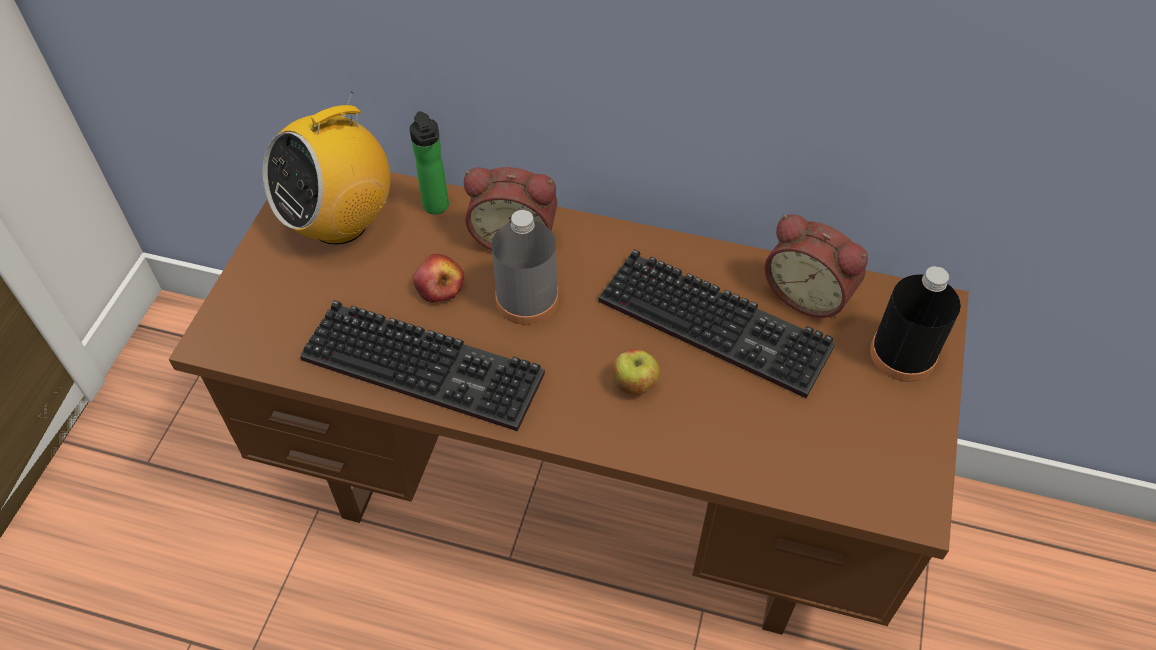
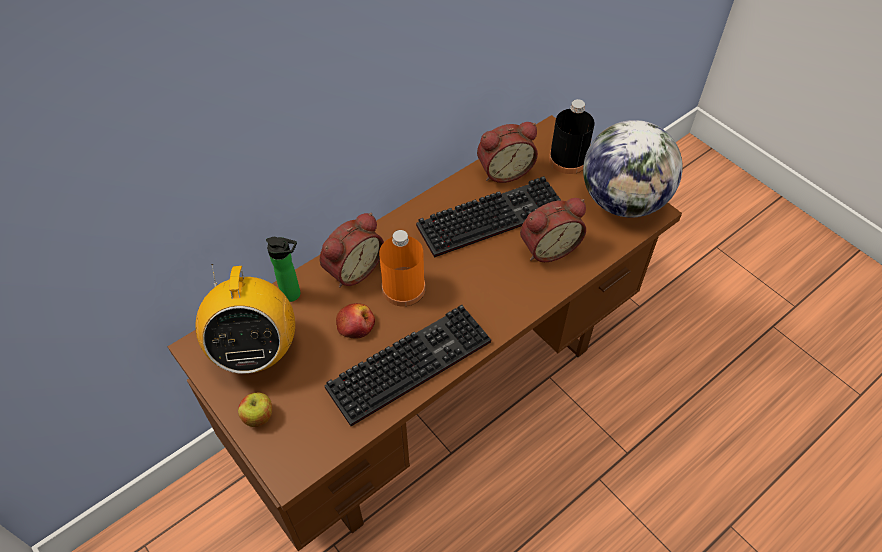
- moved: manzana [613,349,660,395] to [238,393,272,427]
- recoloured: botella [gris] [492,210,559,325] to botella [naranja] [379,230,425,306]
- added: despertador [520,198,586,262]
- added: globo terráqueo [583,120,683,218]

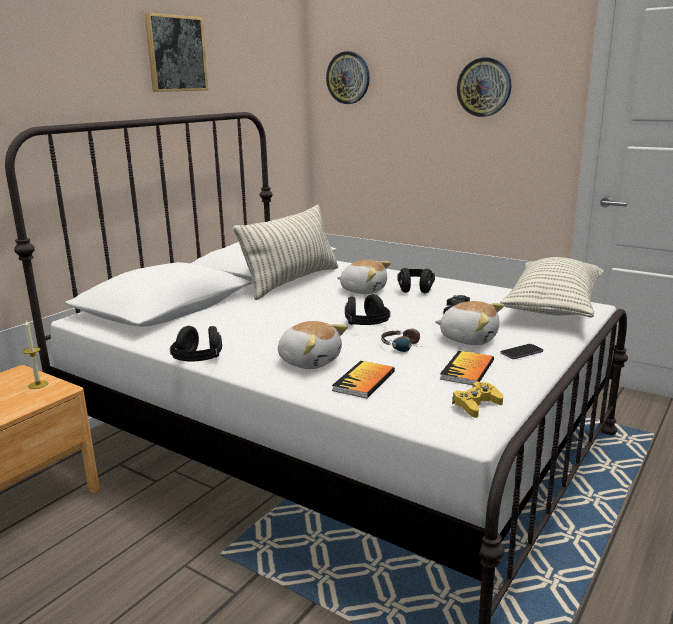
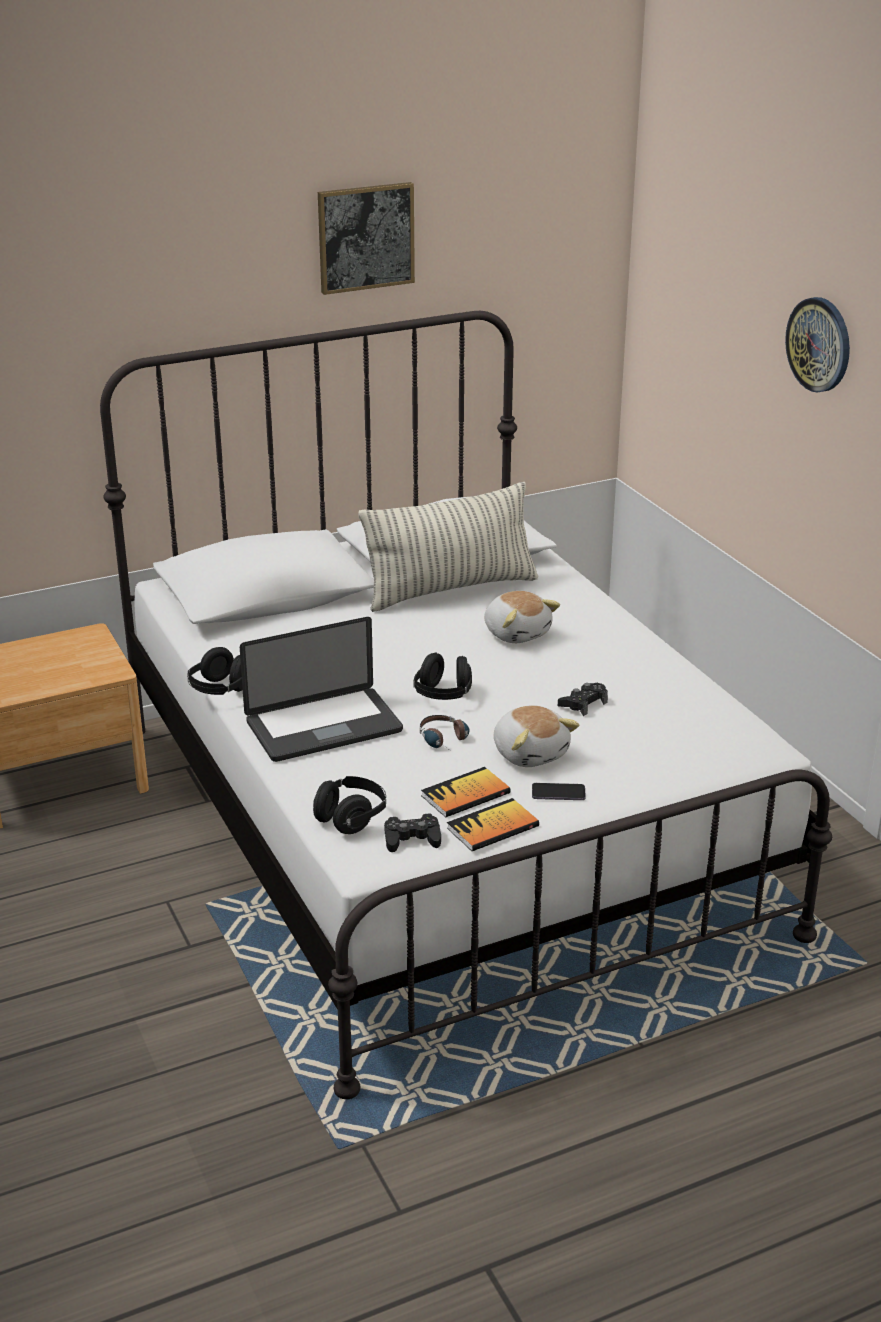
- replaced: peluche [278,321,348,369] to portátil [240,617,403,762]
- moved: auriculares [negro] [397,268,435,293] to [313,776,386,834]
- recoloured: mando de consola [amarillo] [452,382,503,418] to mando de consola [negro] [384,813,441,852]
- moved: libro [332,361,395,398] to [447,798,539,851]
- removed: vela [23,320,48,389]
- removed: reloj de pared [326,51,370,104]
- removed: cojín [500,257,604,318]

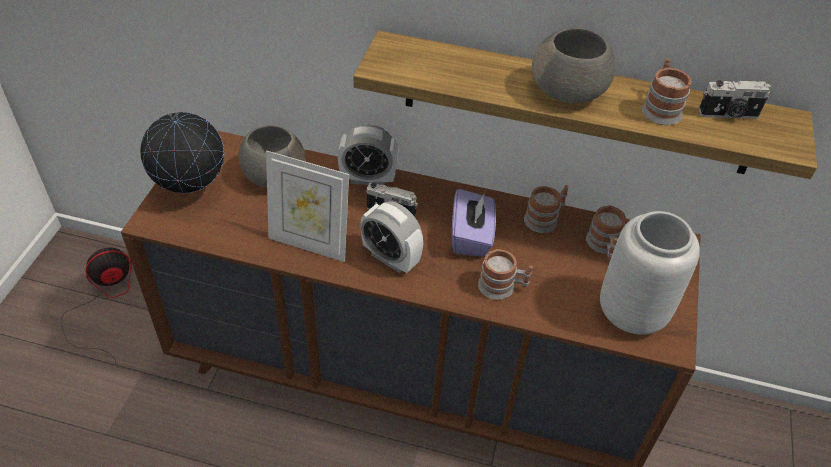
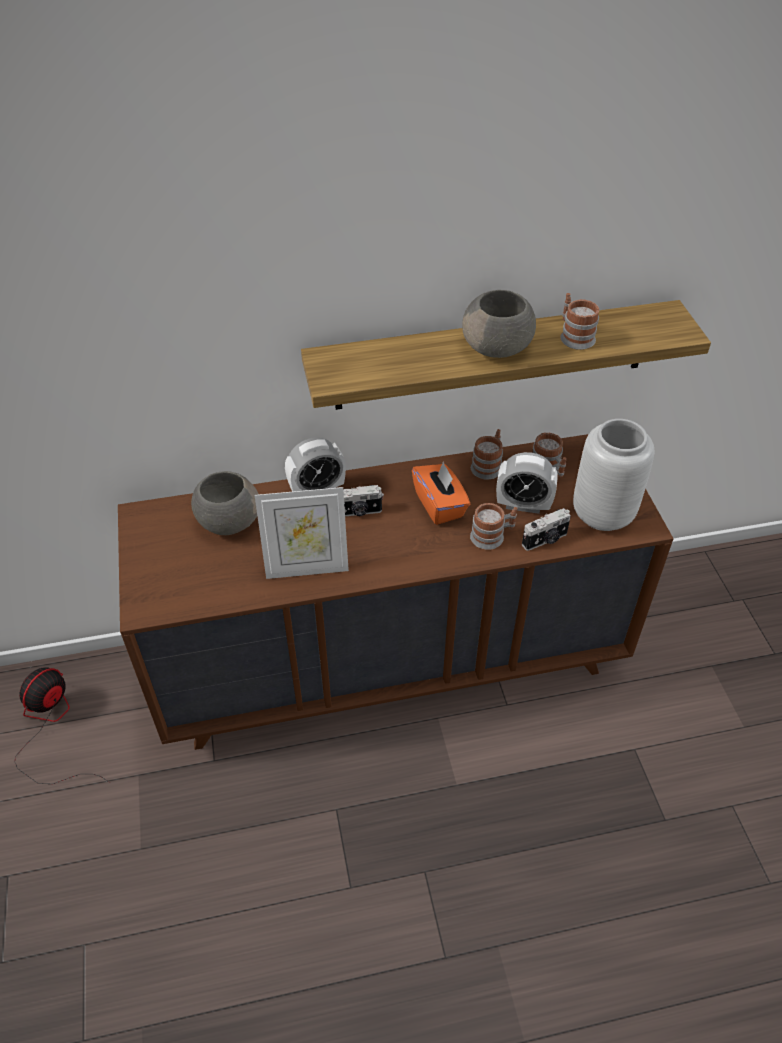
- recoloured: caja de pañuelos [morado] [452,189,496,257] to caja de pañuelos [naranja] [412,461,470,525]
- moved: despertador [360,201,423,273] to [496,452,557,514]
- moved: cámara [699,80,771,119] to [522,508,571,551]
- removed: globo terráqueo [140,112,224,194]

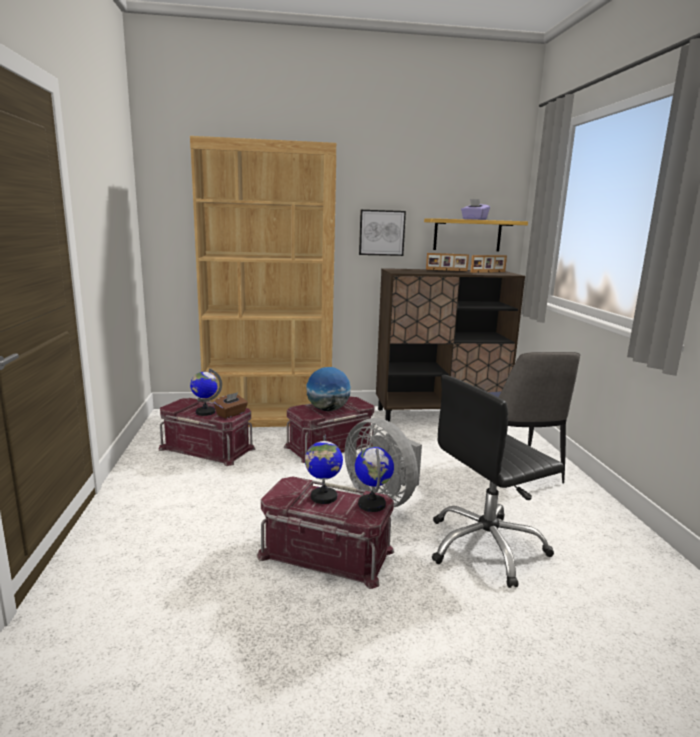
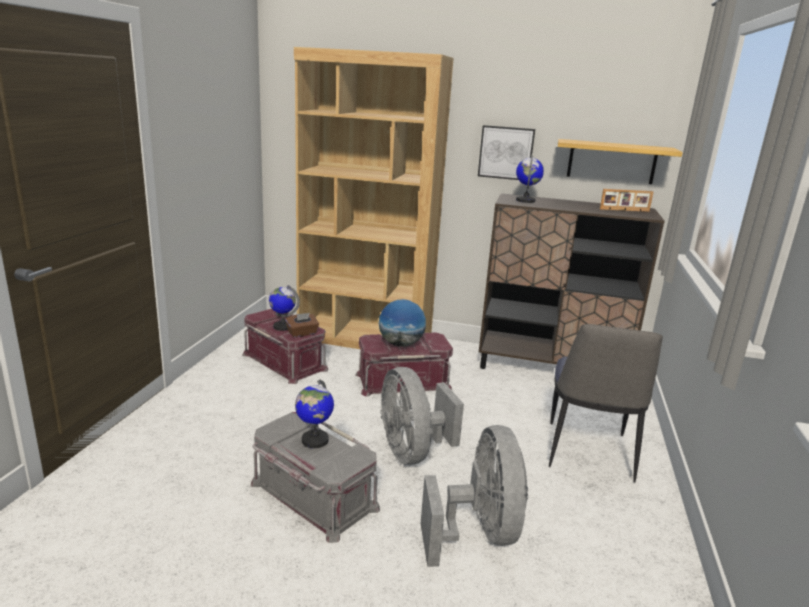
- recoloured: caja de almacenaje [rojo] [257,476,394,589] to caja de almacenaje [gris] [251,412,380,543]
- replaced: silla de oficina [negro] [432,375,564,588] to ventilador [gris] [421,425,528,567]
- moved: globo terráqueo [355,447,394,512] to [516,155,544,203]
- removed: portarretratos [426,253,469,271]
- removed: caja de pañuelos [morado] [461,199,490,220]

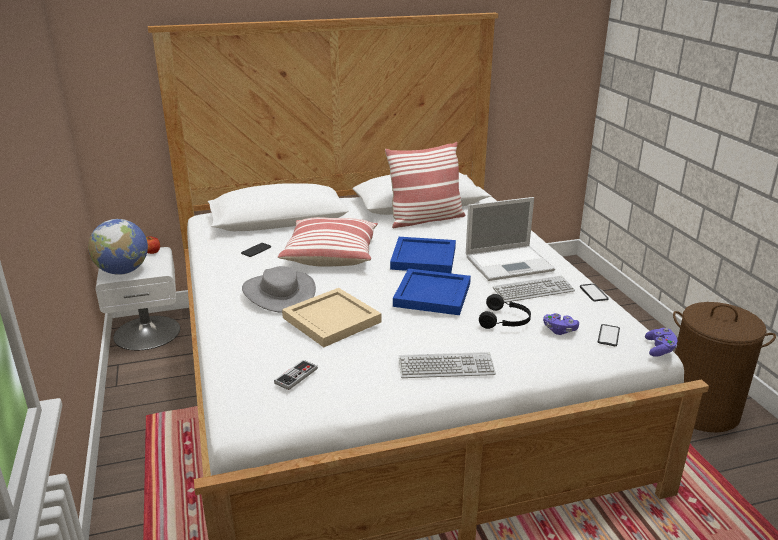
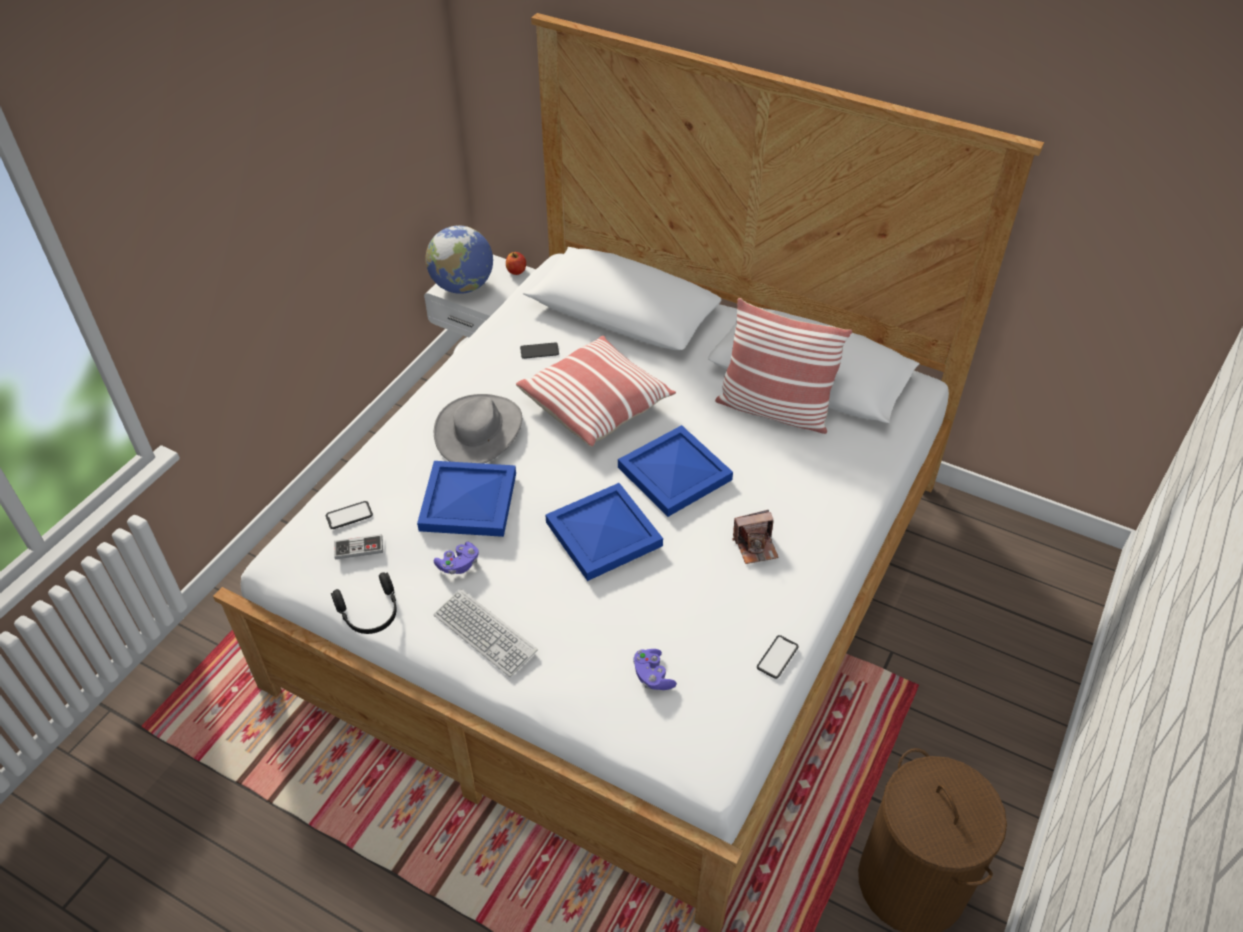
- moved: móvil [598,324,620,346] to [326,501,373,529]
- moved: auriculares [negro] [479,294,531,329] to [331,572,397,634]
- recoloured: bandeja [beis] [282,288,382,347] to bandeja [azul] [417,461,516,537]
- moved: mando de consola [morado] [645,328,677,357] to [434,542,479,574]
- replaced: portátil [466,197,555,281] to cámara [732,510,779,564]
- removed: teclado [493,275,575,302]

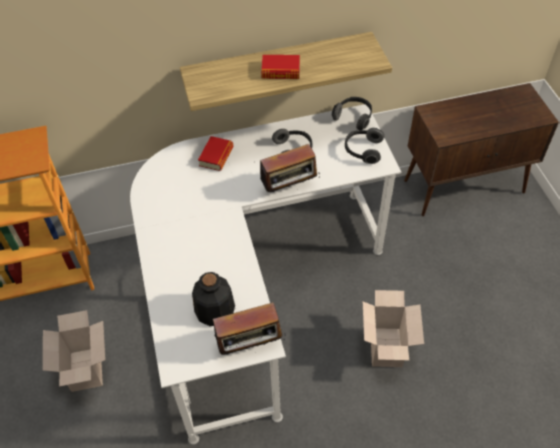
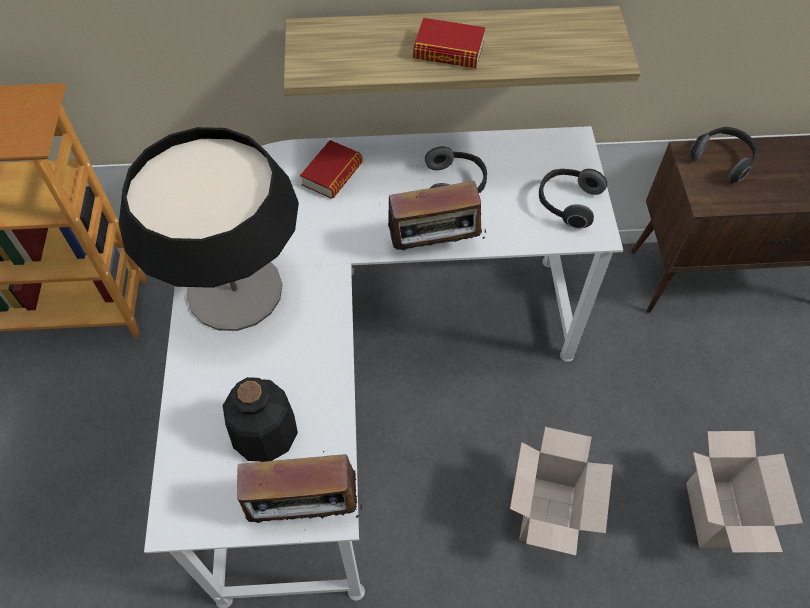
- added: lámpara de mesa [119,127,299,331]
- moved: caja de cartón [43,310,106,392] to [686,431,803,553]
- moved: auriculares [332,97,372,130] to [690,127,757,183]

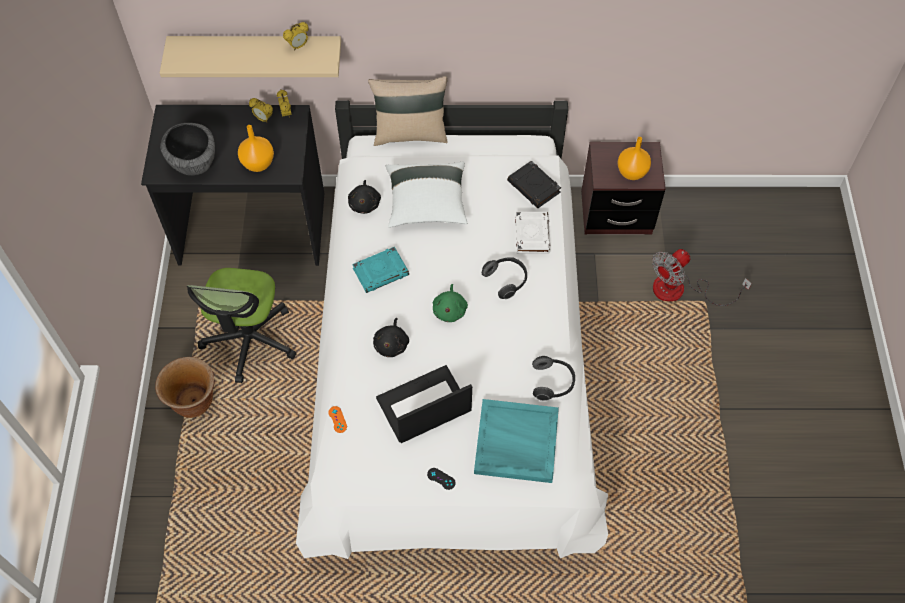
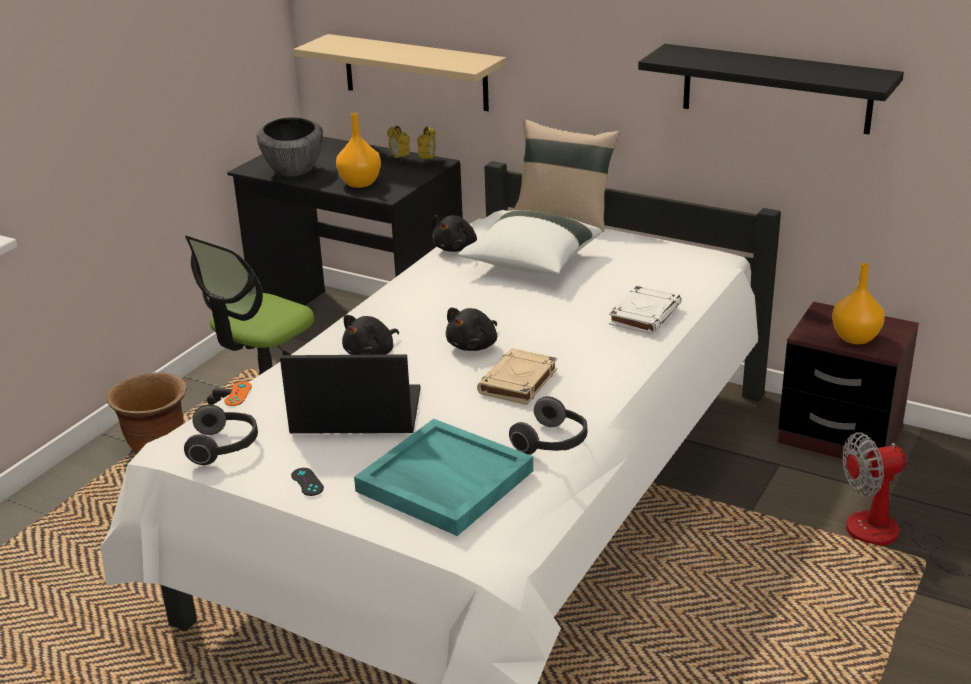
- moved: auriculares [482,257,527,299] to [184,405,258,465]
- recoloured: peluche [verde] [433,284,468,322] to peluche [negro] [446,308,497,351]
- added: libro [beis] [477,348,557,405]
- added: estante [negro] [638,44,904,135]
- removed: despertador [283,22,309,51]
- removed: libro [turquesa] [352,247,409,293]
- removed: libro [negro] [507,161,561,208]

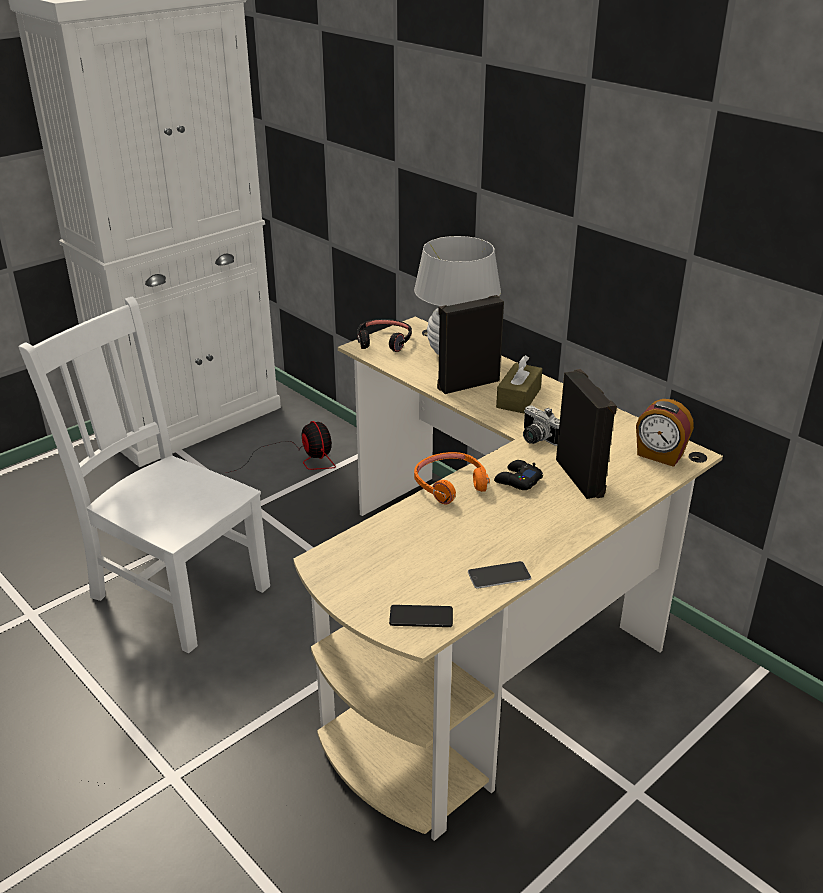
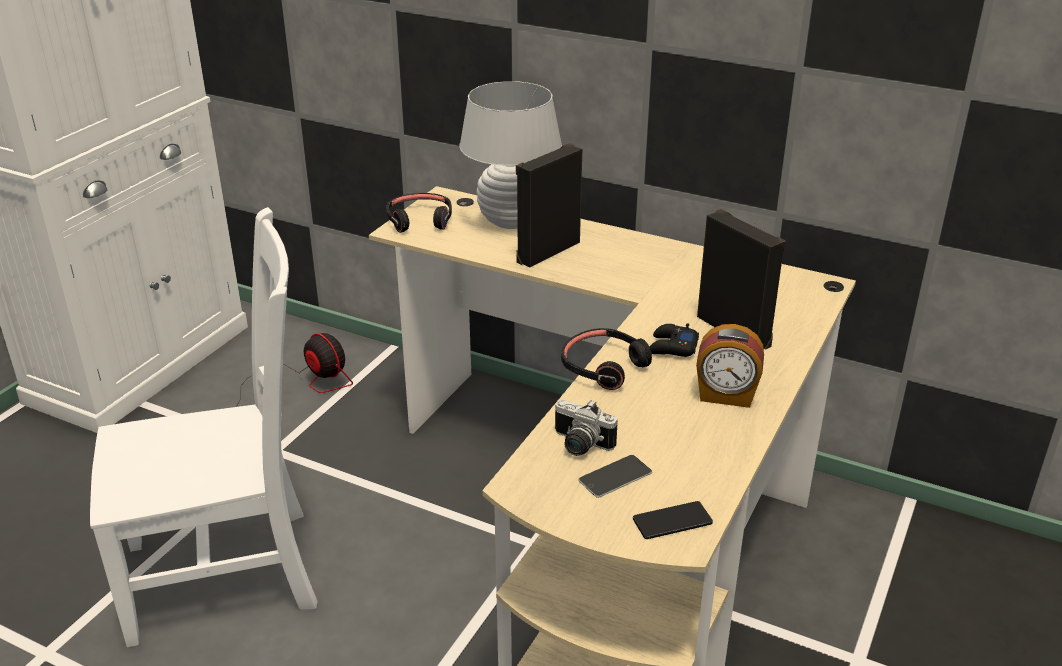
- turned: silla [blanco] [19,296,270,654] = [90,207,318,647] 150 degrees clockwise
- moved: cámara [523,405,560,446] to [555,400,618,456]
- recoloured: auriculares [naranja] [414,452,490,504] to auriculares [negro] [561,328,652,390]
- moved: móvil [468,561,531,589] to [578,455,652,498]
- moved: despertador [636,399,694,467] to [696,324,764,408]
- removed: caja de pañuelos [marrón] [496,355,542,413]

